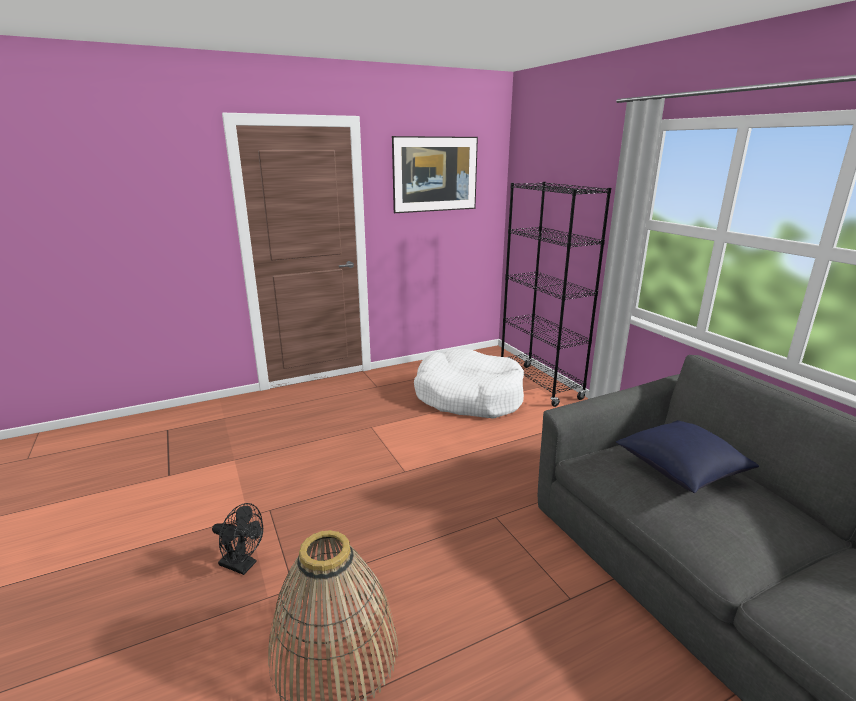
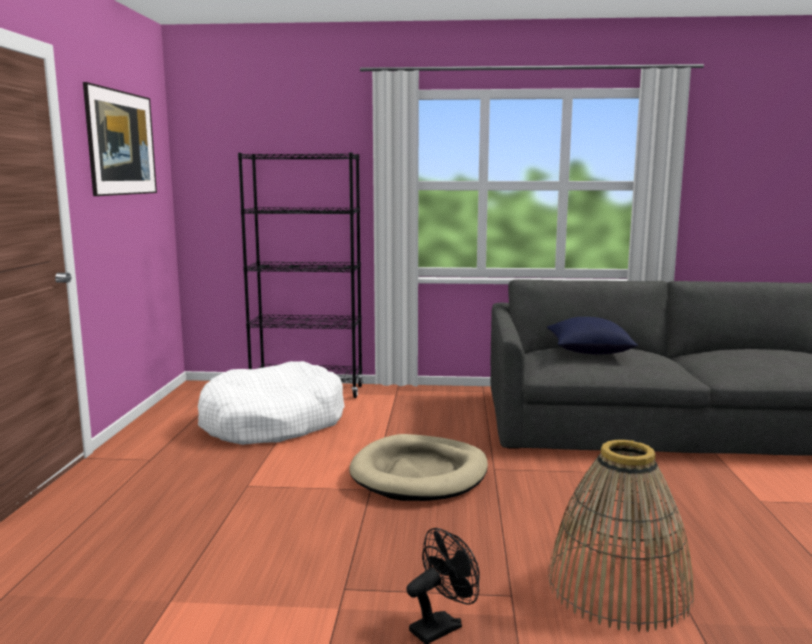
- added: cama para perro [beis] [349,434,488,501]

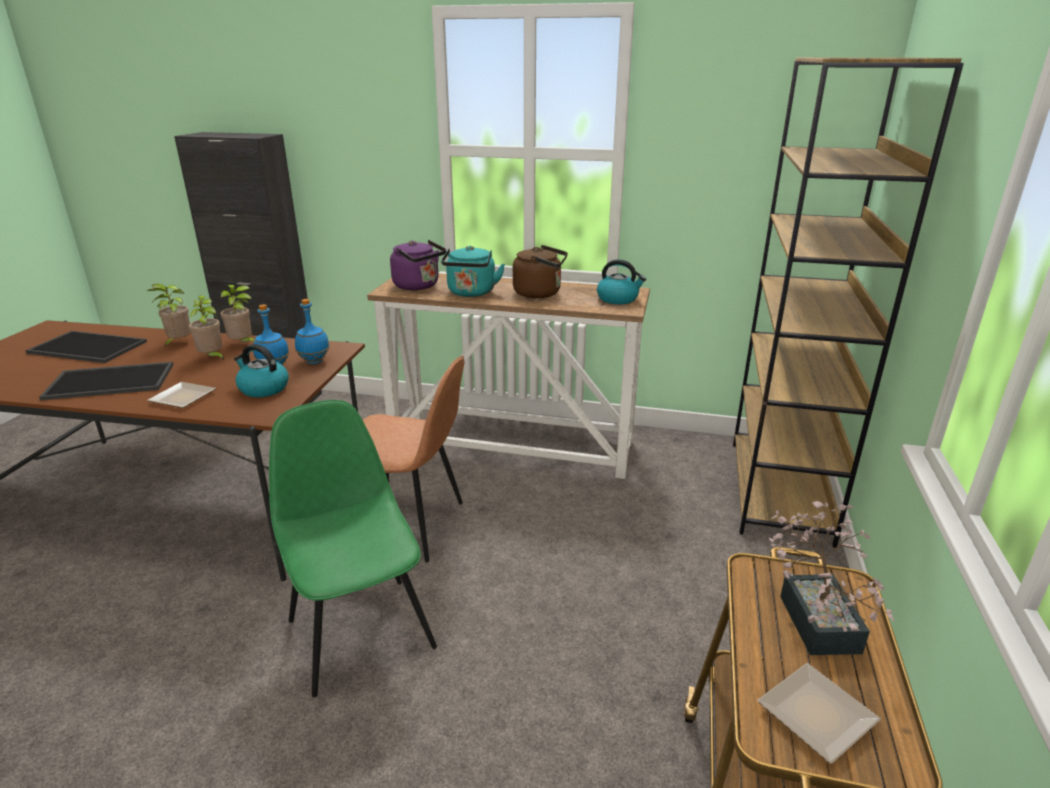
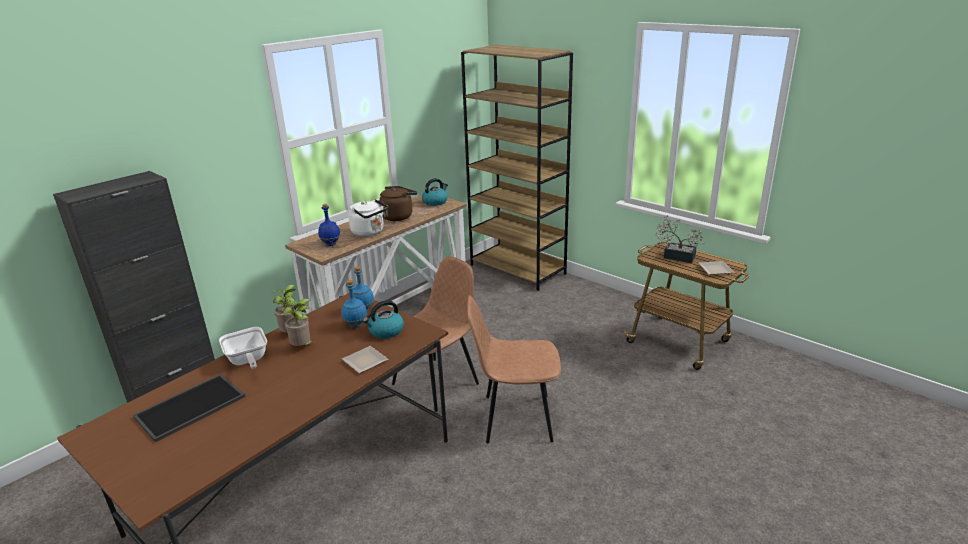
- replaced: planta en maceta [147,284,191,347] to sartén [219,327,267,369]
- replaced: hervidor [morado] [390,240,446,290] to botella [azul] [318,204,340,246]
- recoloured: hervidor [turquesa] [441,246,505,297] to hervidor [blanco] [348,199,388,237]
- recoloured: silla [verde] [269,400,437,697] to silla [marrón] [467,295,561,443]
- removed: bandeja [39,362,173,400]

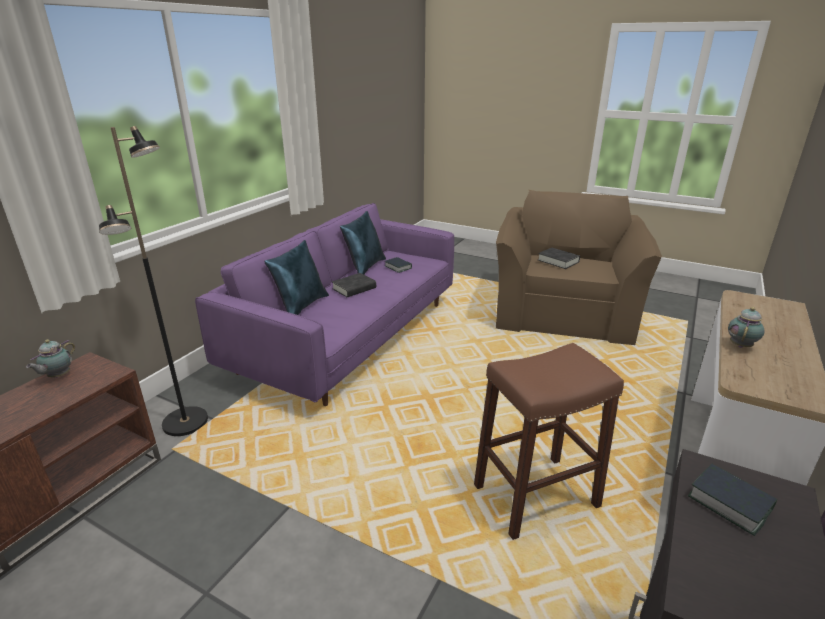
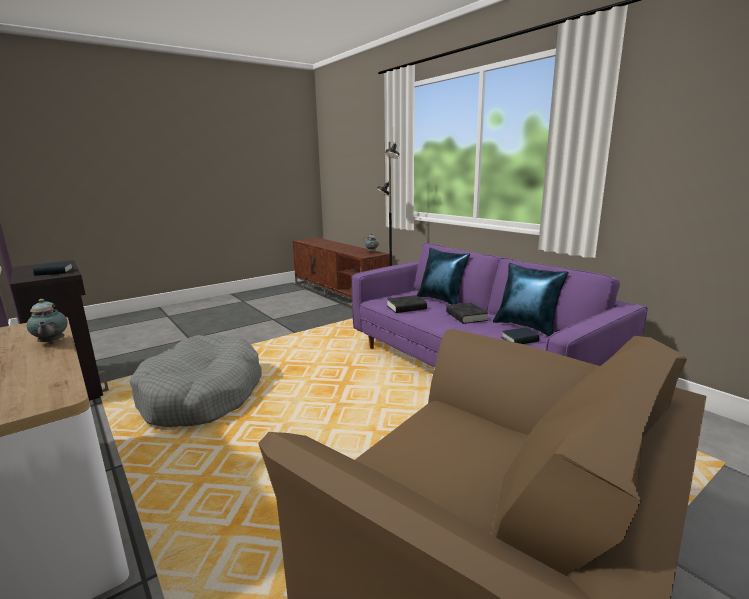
- replaced: taburete [marrón] [474,343,624,540] to cama para perro [gris] [130,335,262,427]
- moved: libro [negro] [538,248,580,269] to [387,295,427,313]

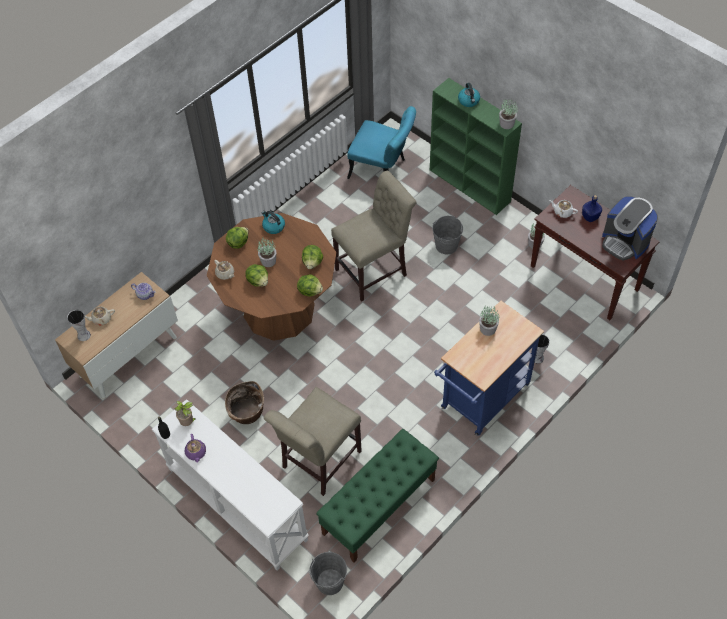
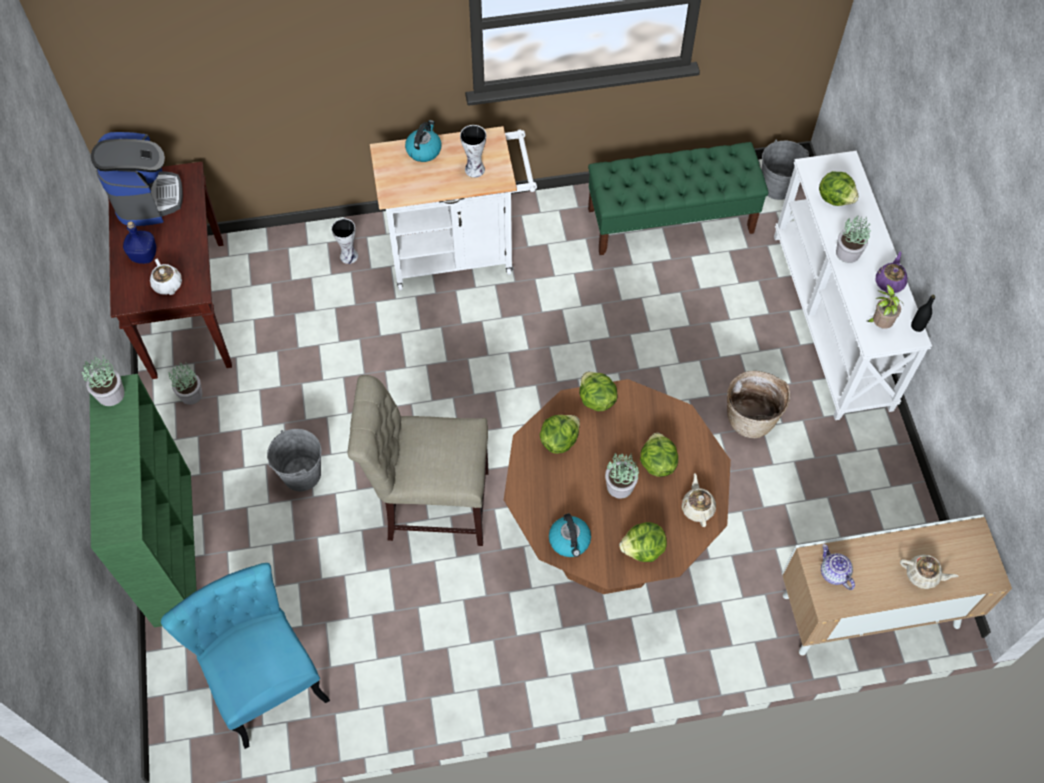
- recoloured: carrito [azul] [434,301,544,436] to carrito [blanco] [370,126,537,290]
- moved: hervidor [458,83,480,107] to [405,120,442,162]
- moved: florero [67,310,91,341] to [460,125,486,178]
- added: lechuga [819,171,859,206]
- moved: planta en maceta [479,306,499,336] to [836,216,871,263]
- removed: silla [beis] [264,387,362,496]

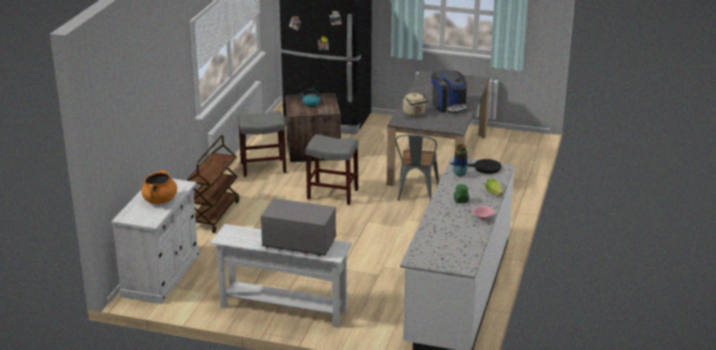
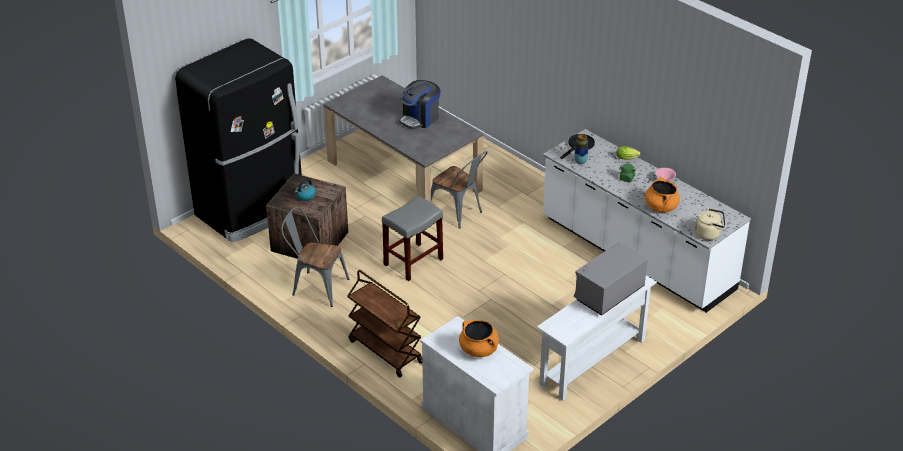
- replaced: taburete [gris] [238,111,286,177] to silla [gris] [281,207,350,307]
- turned: cafetera [431,70,468,114] = [399,80,440,129] 135 degrees clockwise
- added: olla [naranja] [645,177,680,212]
- moved: hervidor [beis] [403,93,429,116] to [695,209,725,240]

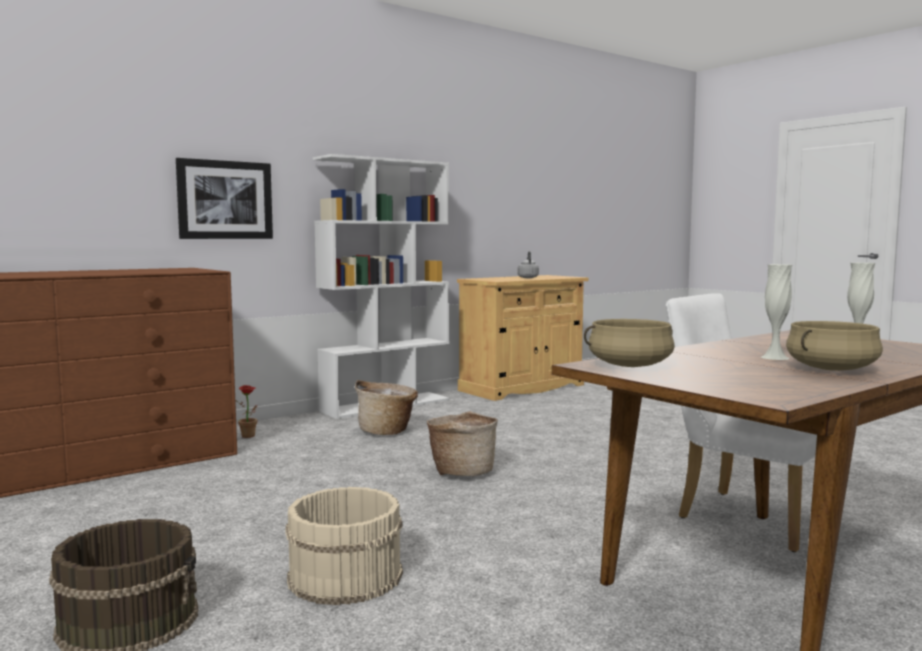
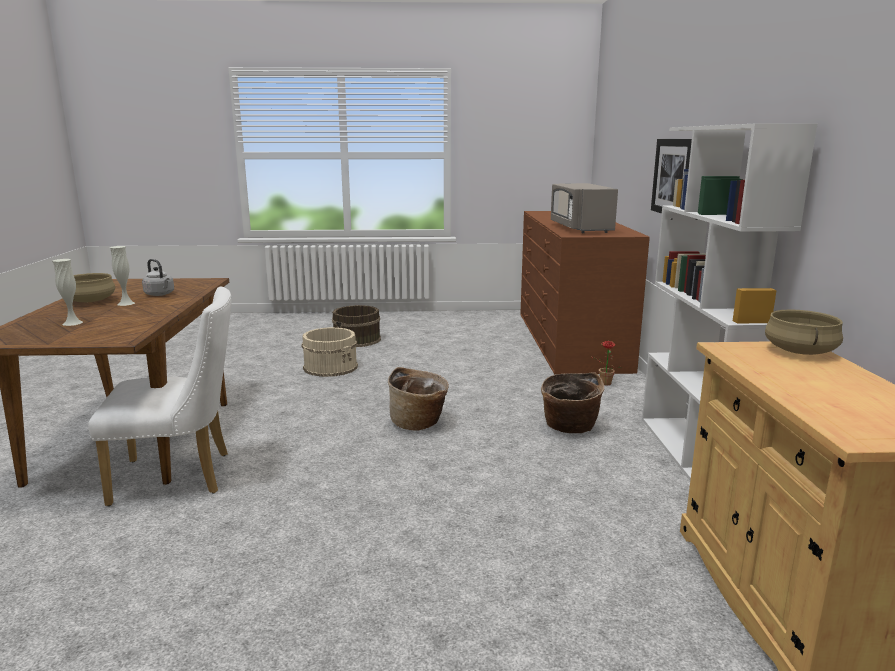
- moved: hervidor [gris] [517,251,539,278] to [142,259,174,296]
- added: microondas [gris] [551,183,618,233]
- moved: olla [beis] [584,319,675,367] to [765,309,843,355]

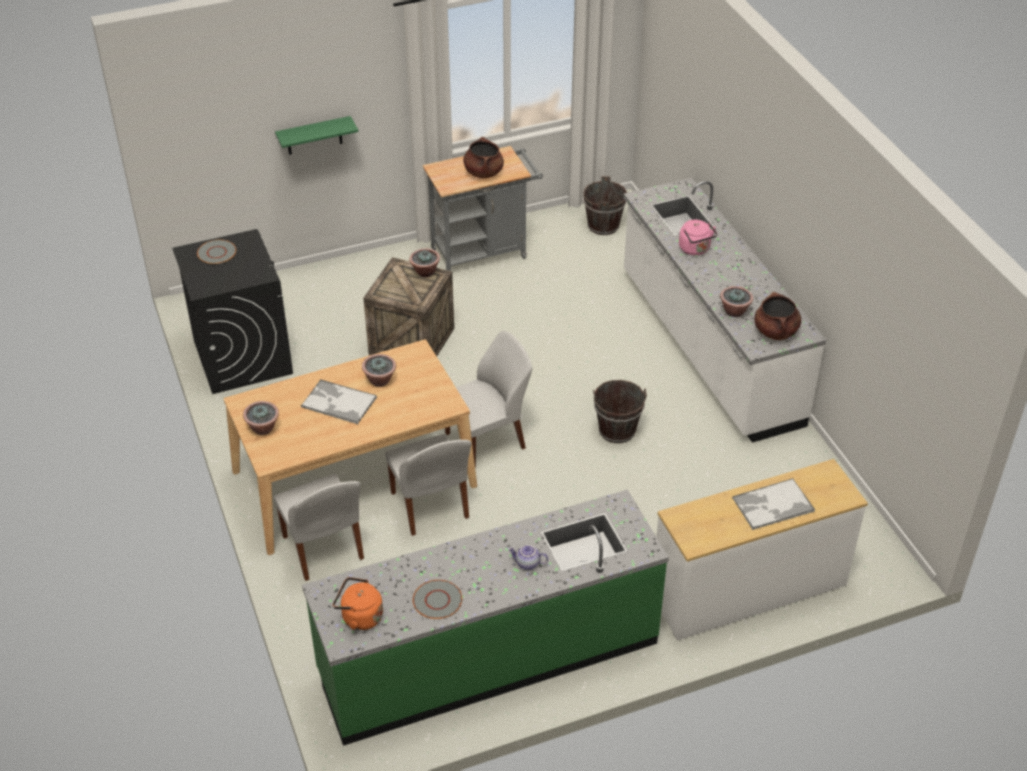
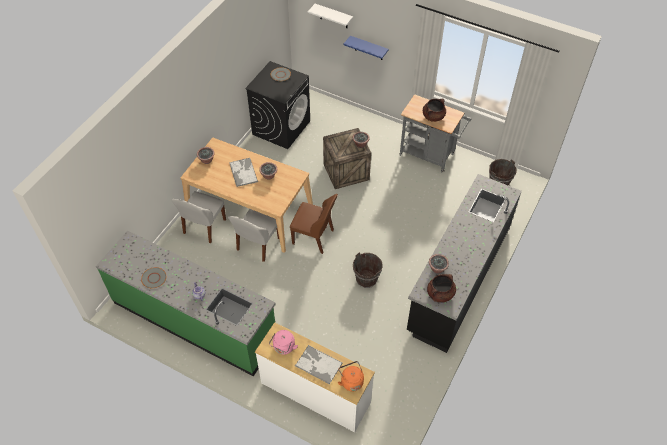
- moved: hervidor [rosa] [679,220,717,255] to [269,330,298,355]
- recoloured: silla [blanco] [445,331,532,468] to silla [marrón] [290,194,338,254]
- added: estante [blanco] [308,4,353,28]
- moved: hervidor [naranja] [333,577,383,630] to [338,361,364,391]
- recoloured: estante [verde] [275,116,358,155] to estante [azul] [343,36,389,60]
- recoloured: mueble bajo de cocina [blanco] [624,178,826,443] to mueble bajo de cocina [negro] [407,174,522,353]

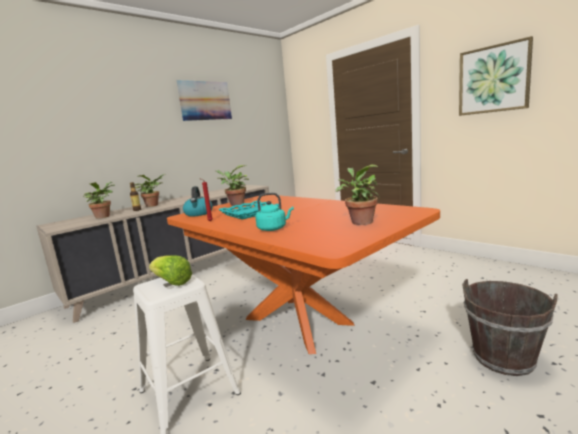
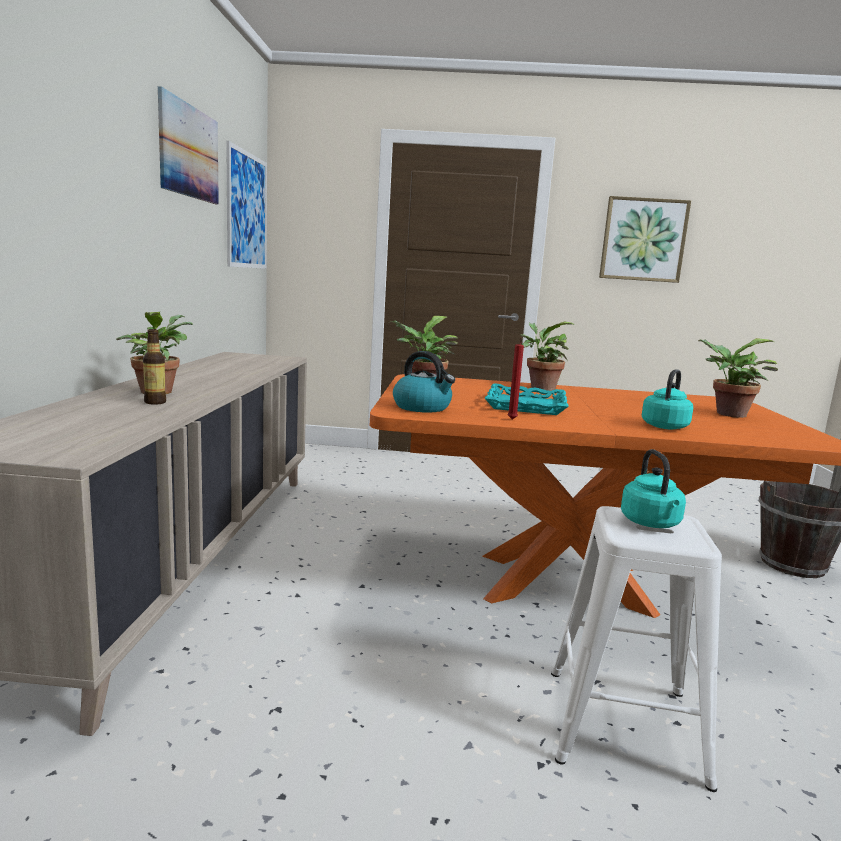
- added: cuadro [226,141,267,269]
- moved: planta en maceta [83,182,115,219] to [521,322,574,391]
- replaced: lechuga [149,255,192,286] to hervidor [turquesa] [621,449,686,528]

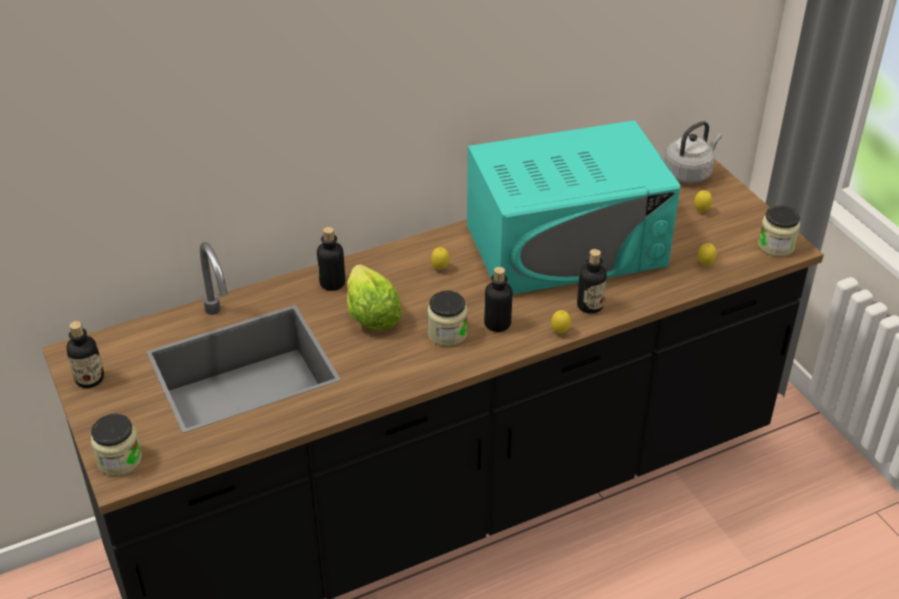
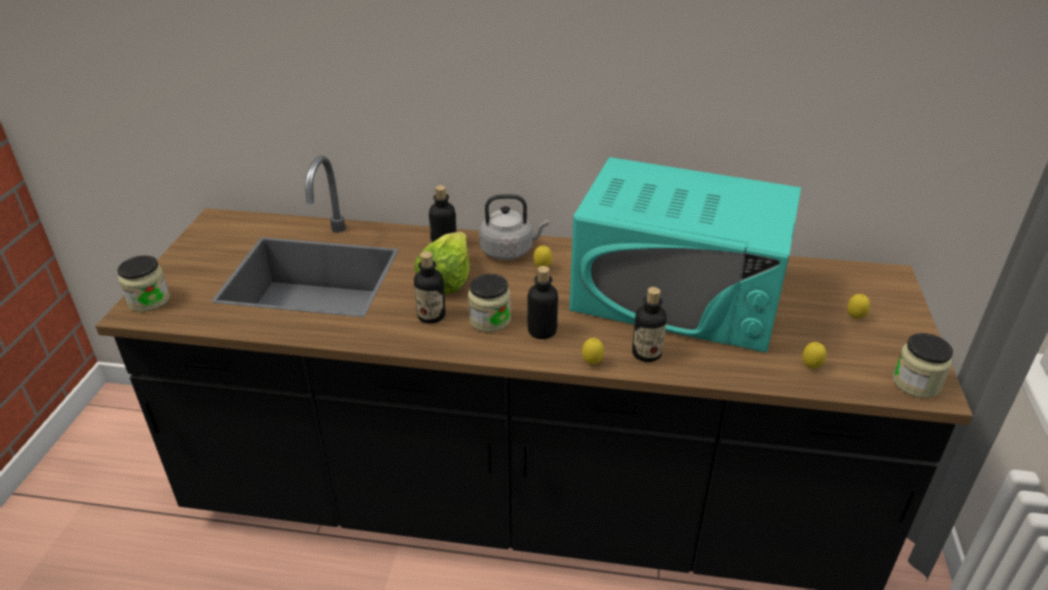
- moved: botella [66,321,104,388] to [414,251,445,324]
- moved: hervidor [gris] [664,121,722,183] to [479,194,549,260]

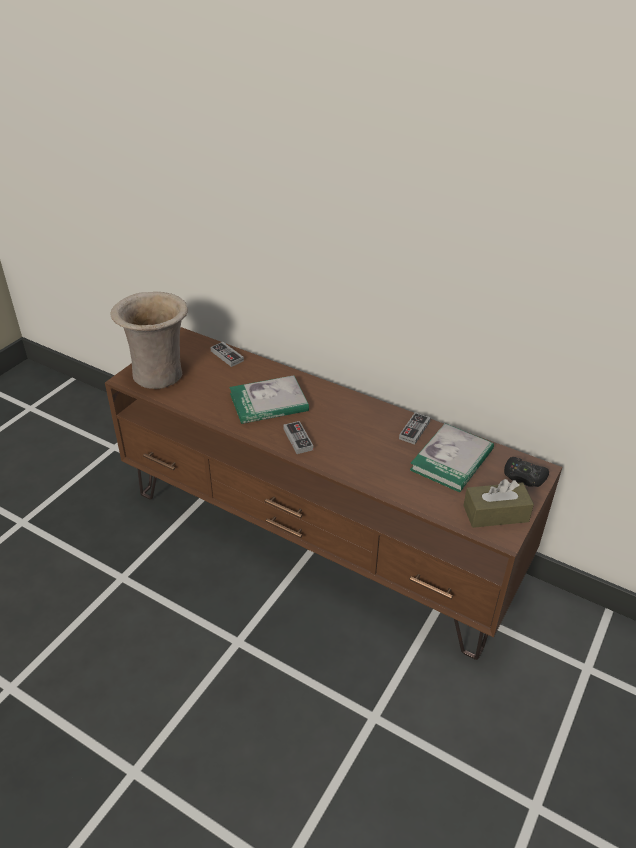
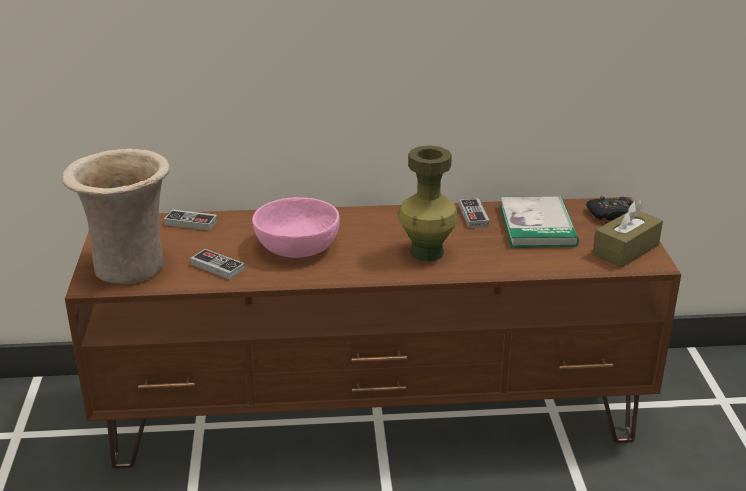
- moved: mando de consola [283,421,314,454] to [190,249,245,280]
- replaced: libro [229,375,309,424] to cuenco [rosa] [252,197,340,258]
- added: florero [verde] [398,145,458,262]

